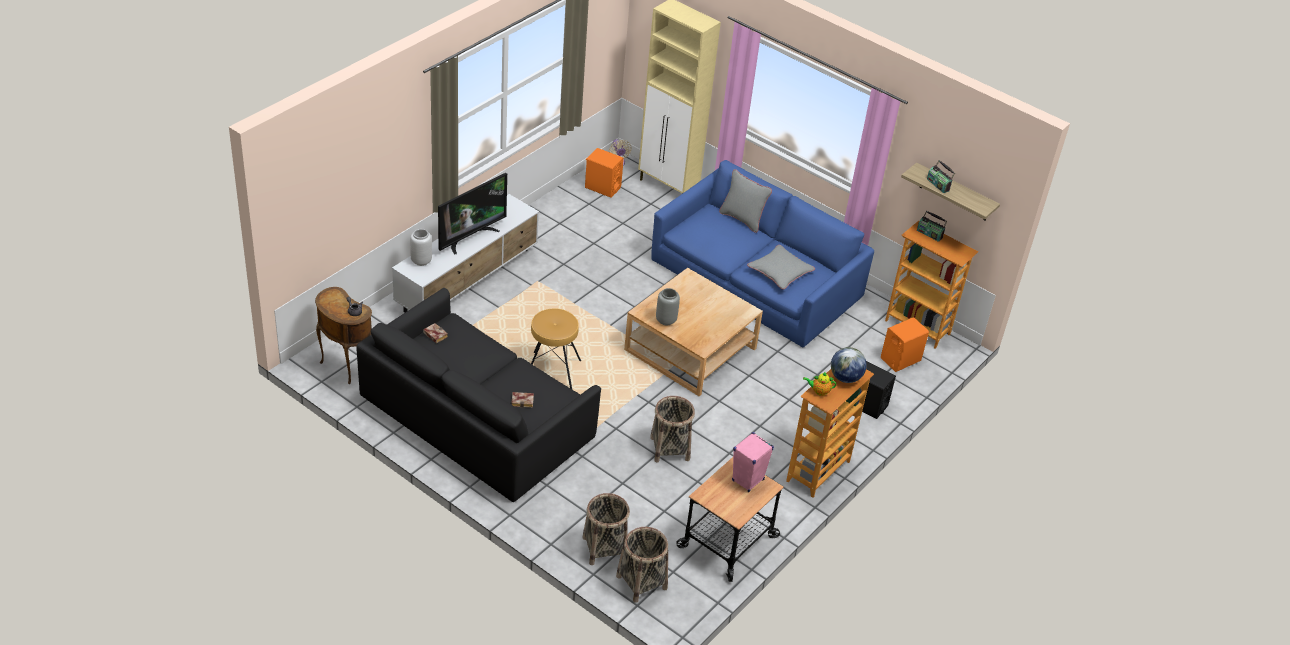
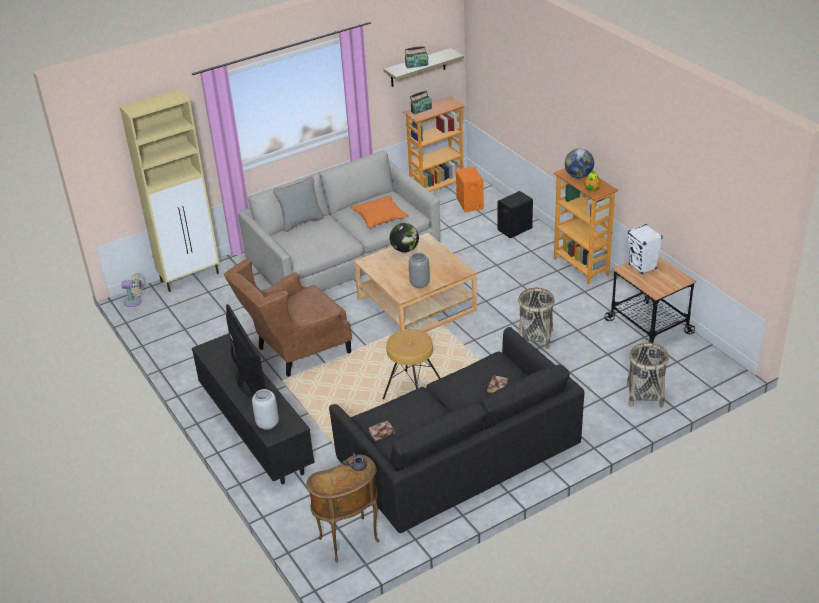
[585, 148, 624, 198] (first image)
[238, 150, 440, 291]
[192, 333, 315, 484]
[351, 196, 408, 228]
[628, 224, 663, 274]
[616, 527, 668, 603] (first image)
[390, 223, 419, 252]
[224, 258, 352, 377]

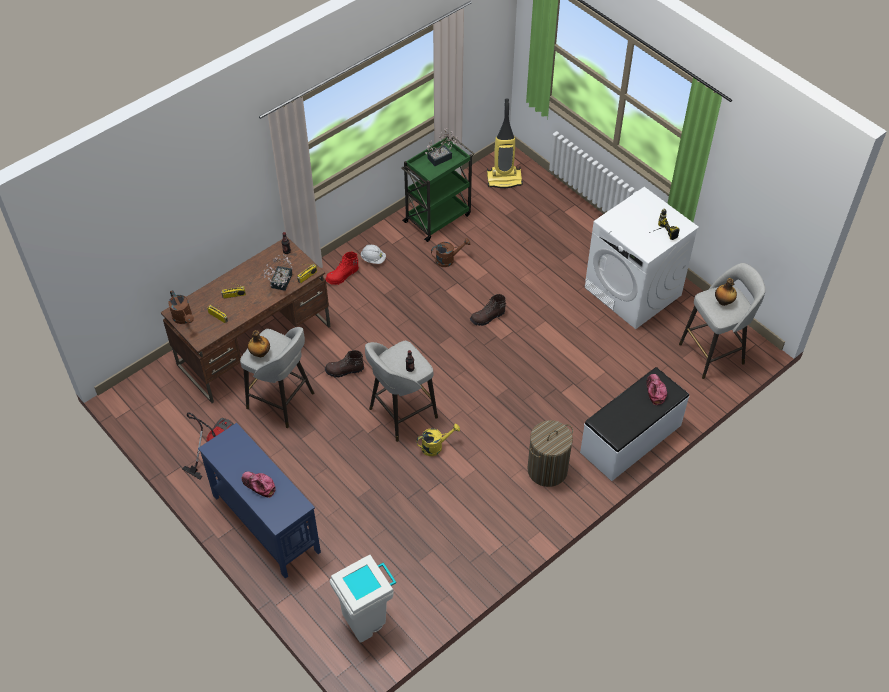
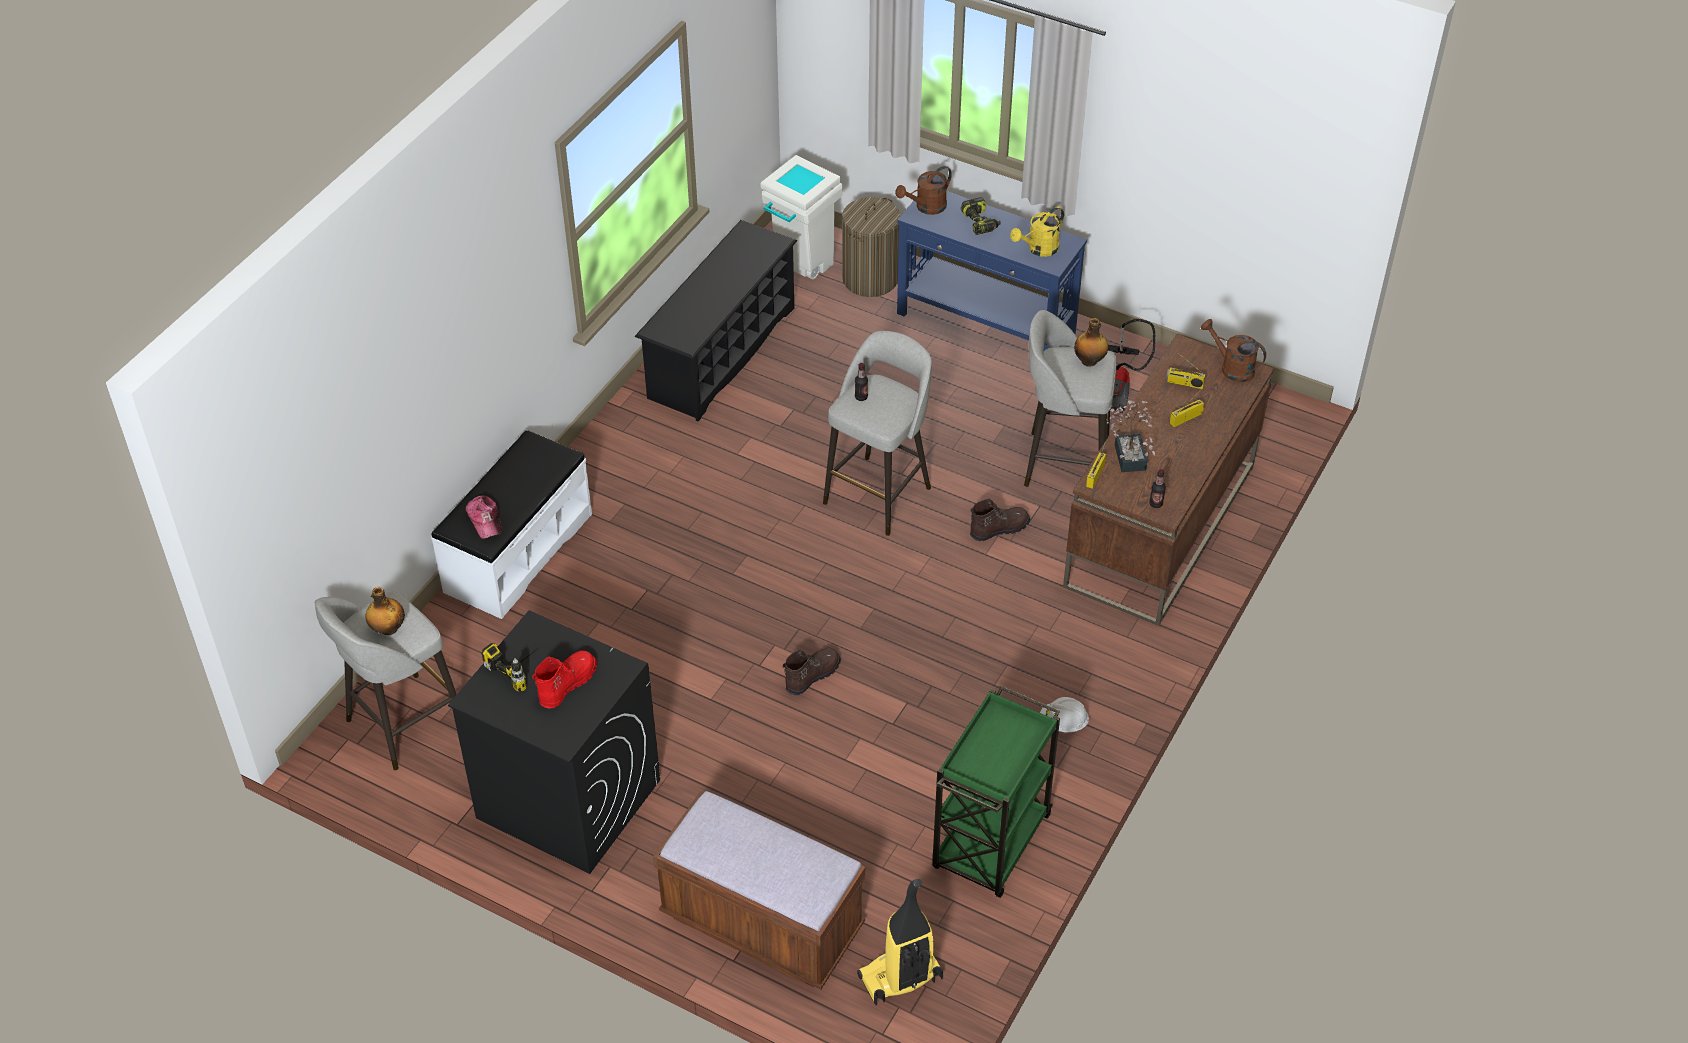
[425, 128, 458, 166] (first image)
[448, 610, 660, 874]
[895, 166, 952, 215]
[532, 650, 597, 709]
[842, 197, 900, 297]
[1010, 207, 1064, 257]
[961, 197, 1001, 235]
[635, 220, 797, 421]
[653, 791, 865, 989]

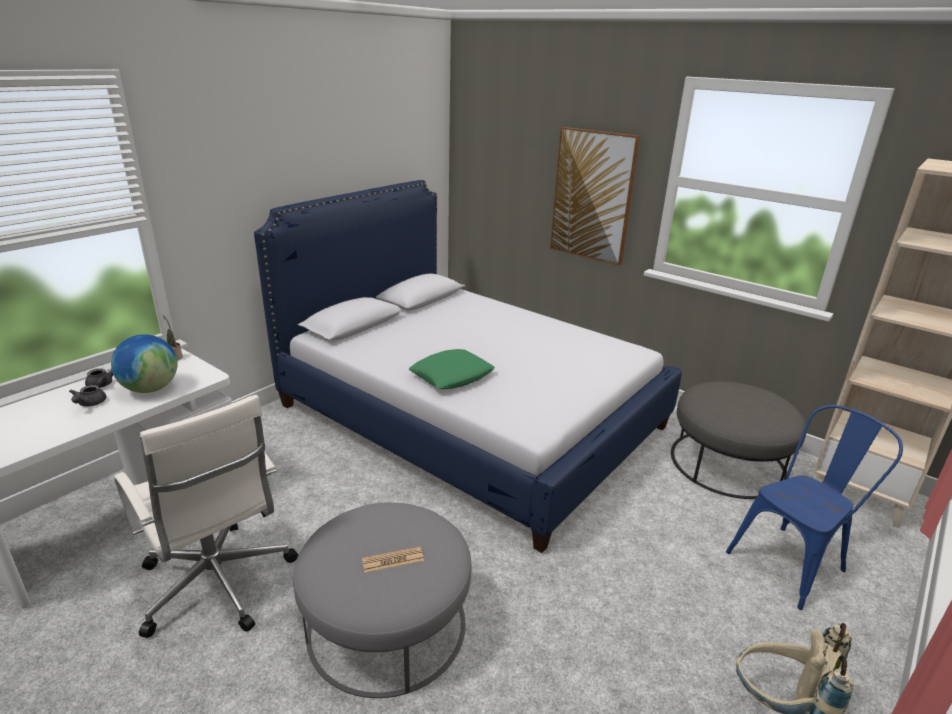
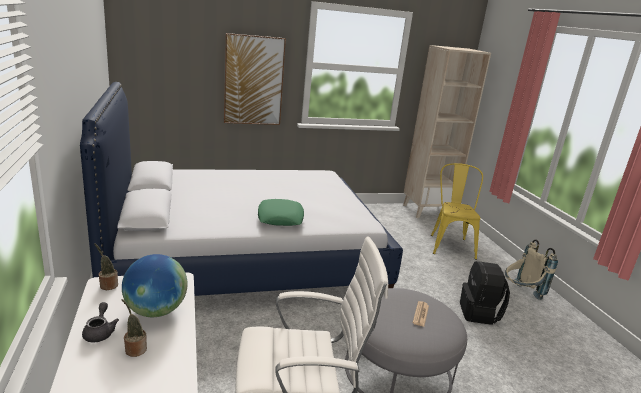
[671, 381, 807, 499] (first image)
[122, 299, 147, 357]
[431, 163, 483, 260]
[460, 261, 510, 325]

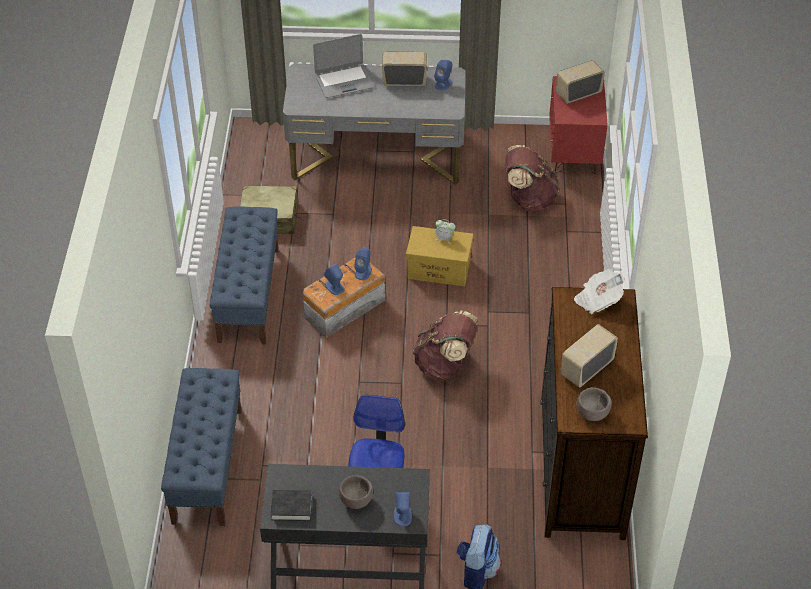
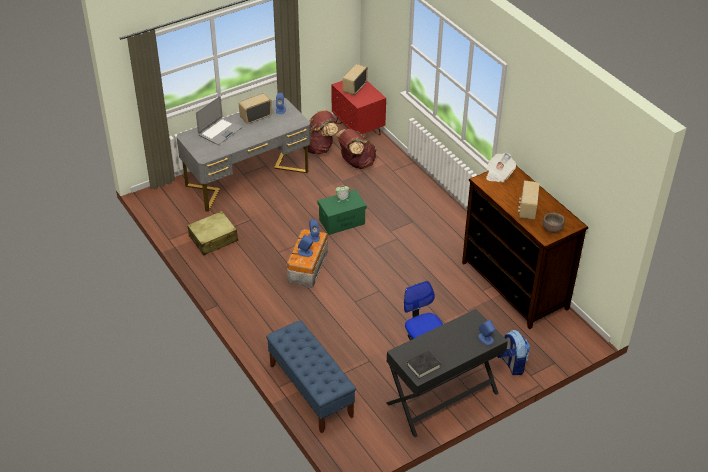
[210, 207, 279, 344] (first image)
[317, 189, 367, 235]
[303, 110, 338, 155]
[339, 475, 373, 509] (first image)

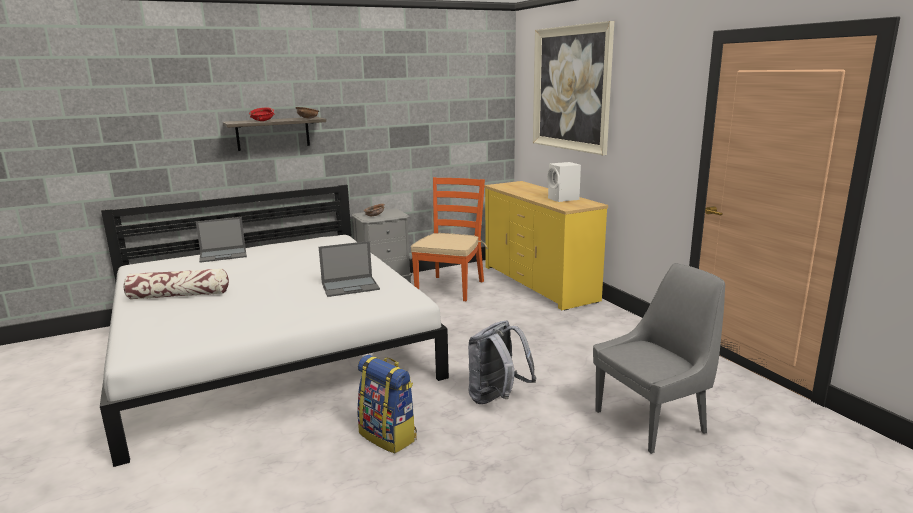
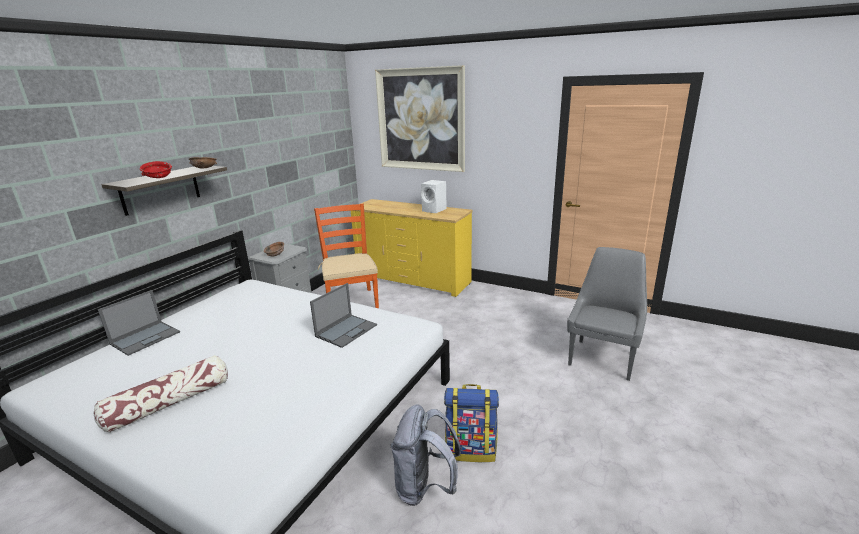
[391, 404, 461, 506]

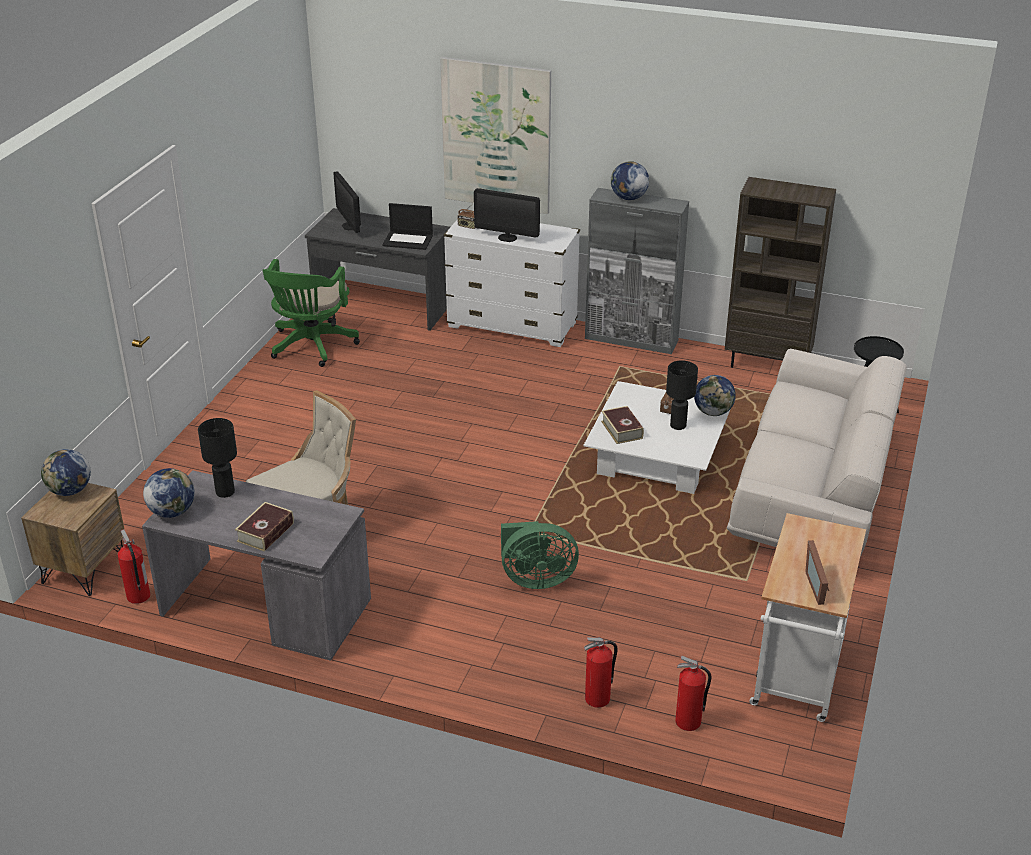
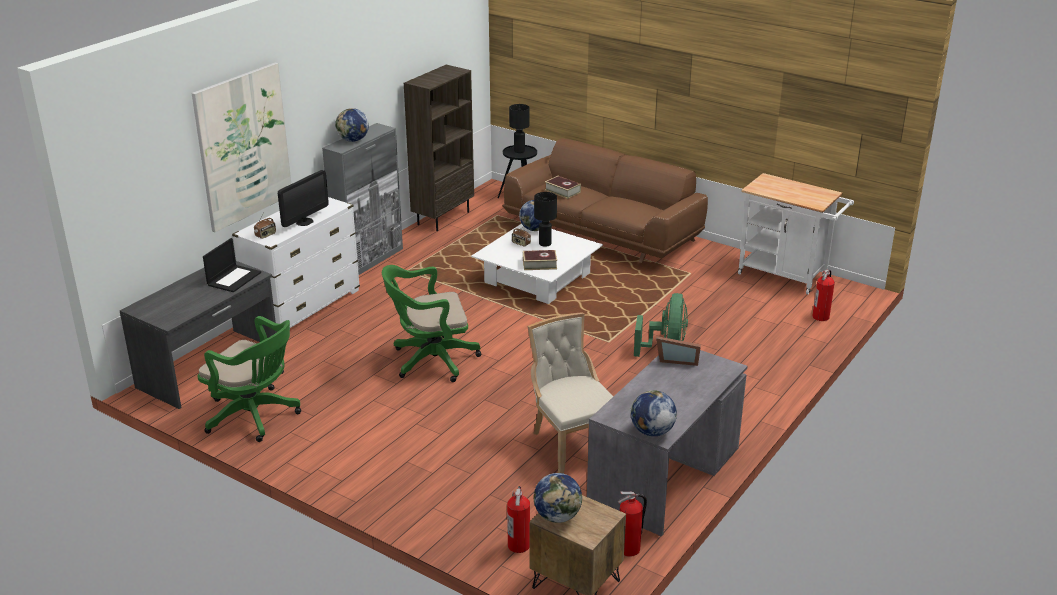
[333, 171, 361, 233] (first image)
[503, 138, 708, 263]
[509, 104, 530, 153]
[545, 176, 581, 199]
[656, 336, 701, 366]
[507, 486, 530, 553]
[382, 265, 481, 382]

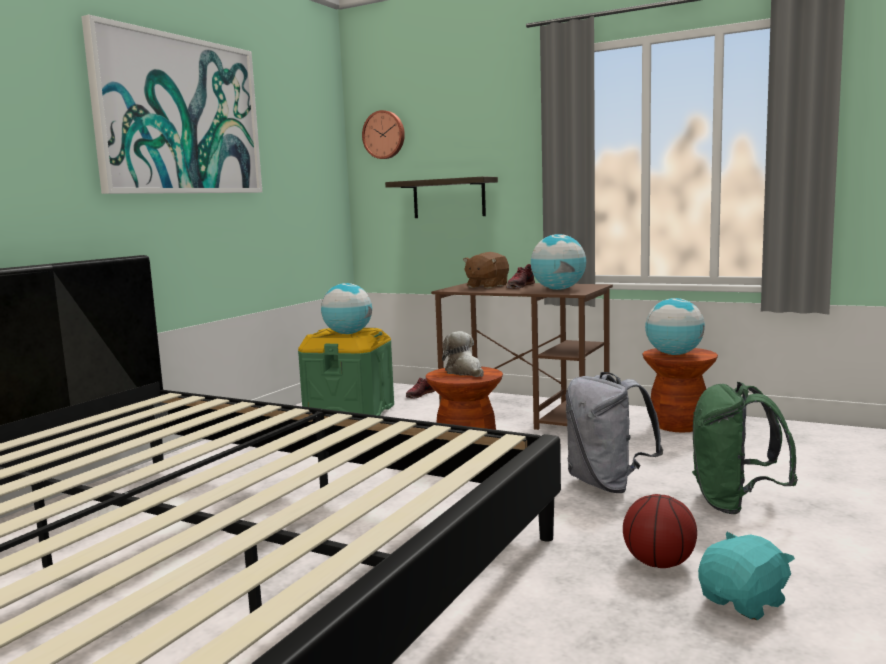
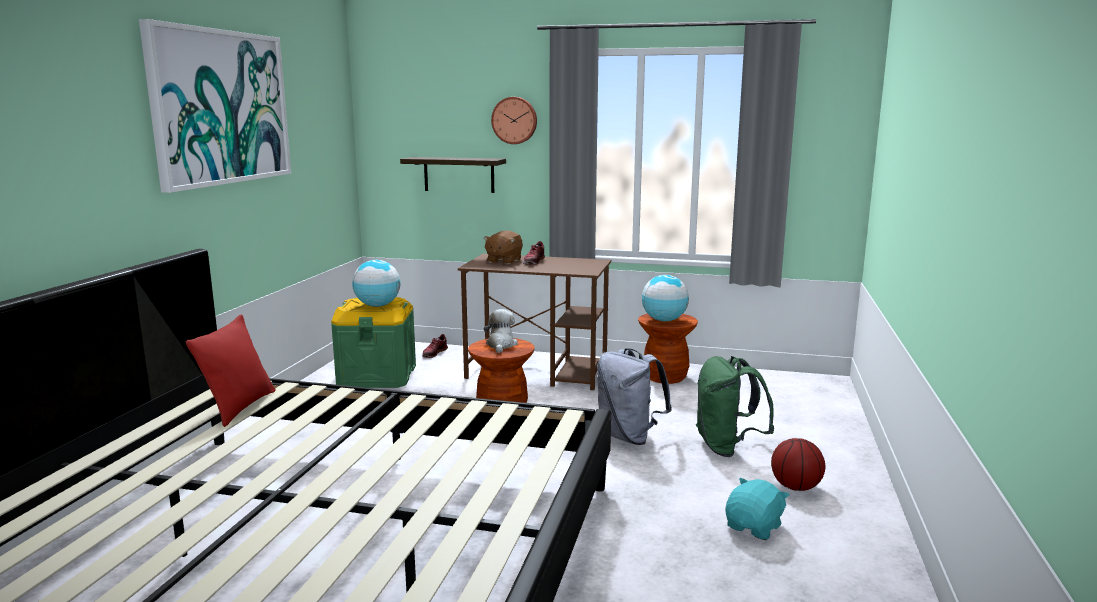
[491, 97, 537, 144]
[531, 234, 586, 290] (first image)
[484, 309, 518, 353]
[771, 438, 825, 491]
[186, 314, 276, 427]

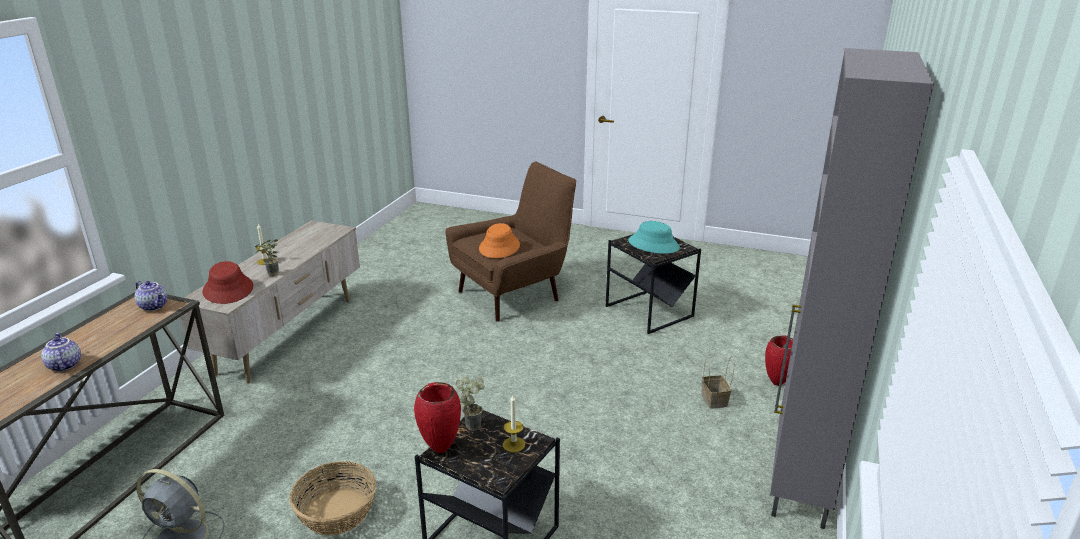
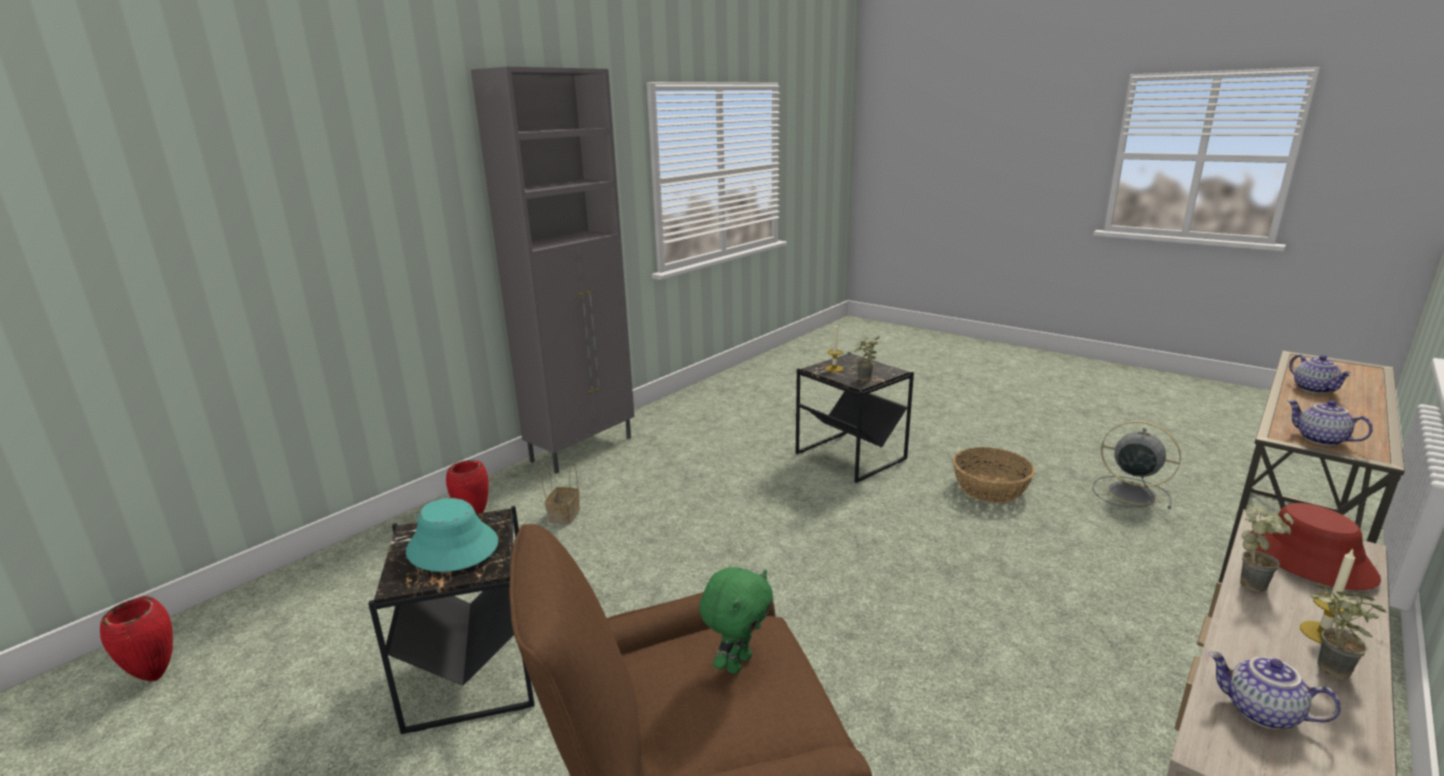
[699, 567, 773, 674]
[100, 596, 173, 681]
[1311, 585, 1386, 680]
[1208, 652, 1341, 729]

